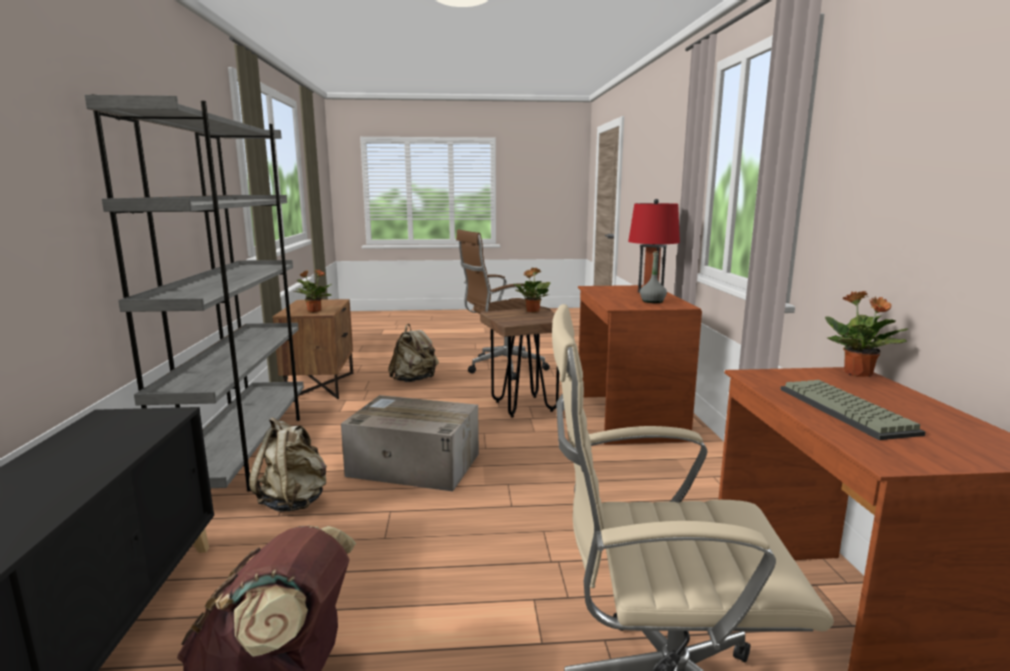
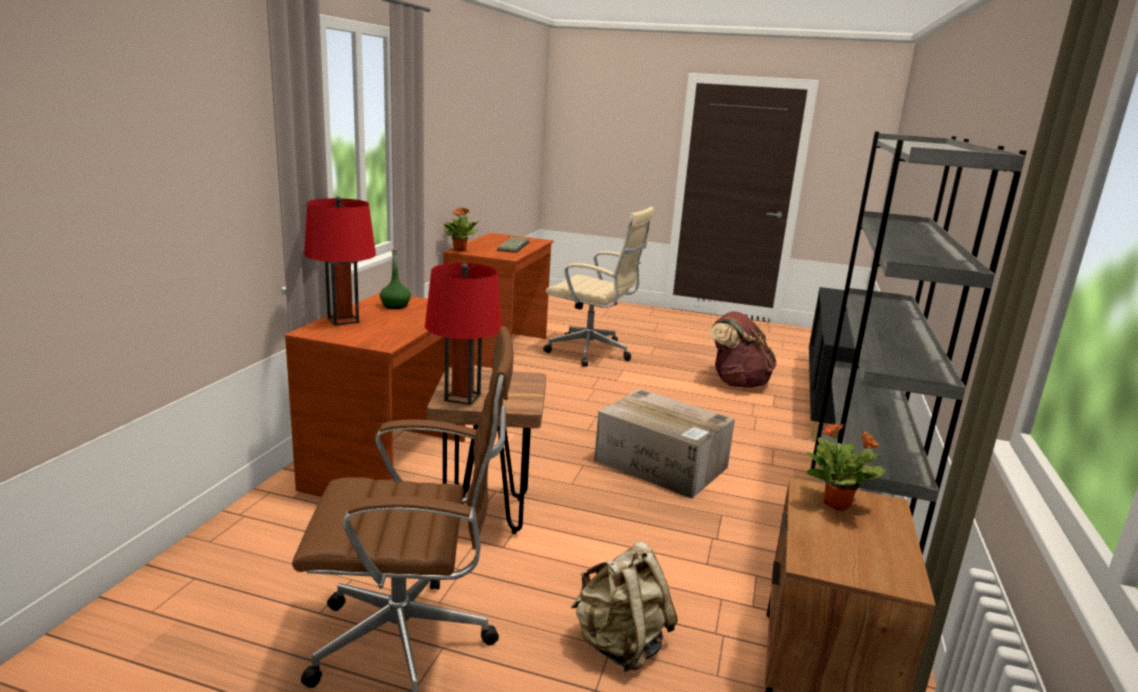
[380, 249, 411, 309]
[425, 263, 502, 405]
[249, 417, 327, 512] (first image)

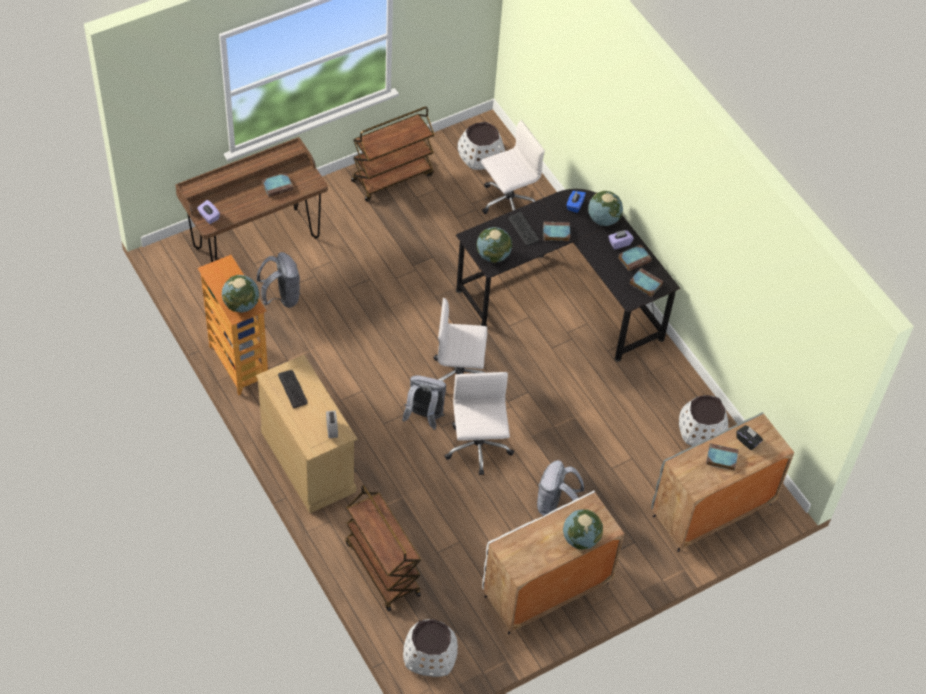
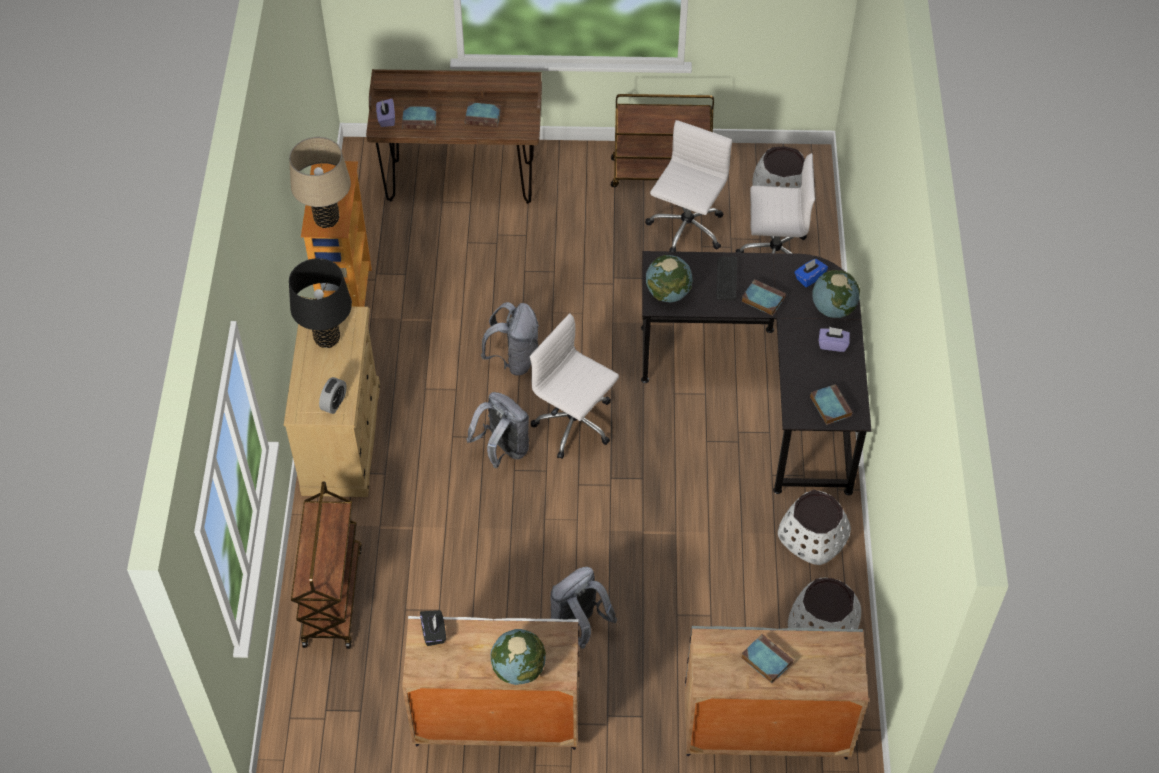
[402, 106, 437, 129]
[481, 302, 539, 376]
[289, 137, 351, 228]
[289, 258, 352, 348]
[645, 120, 732, 252]
[420, 610, 446, 646]
[778, 490, 851, 565]

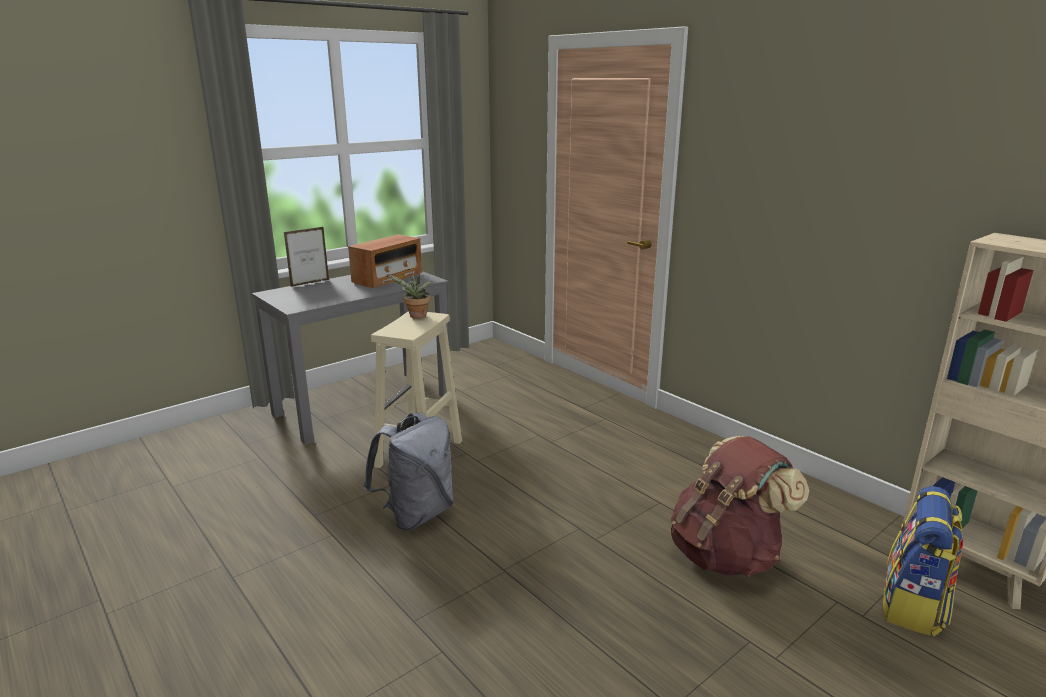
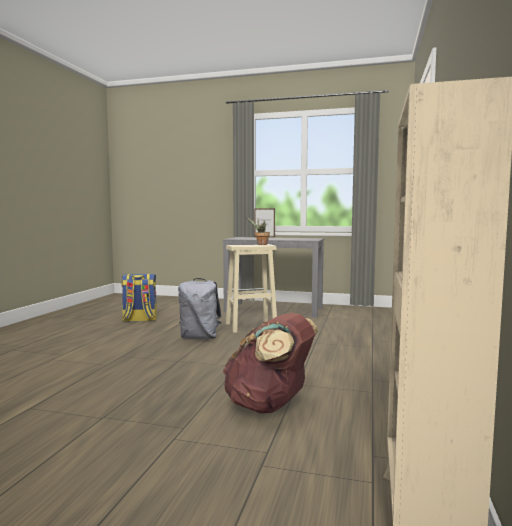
[348, 234, 422, 288] (first image)
[121, 274, 157, 322]

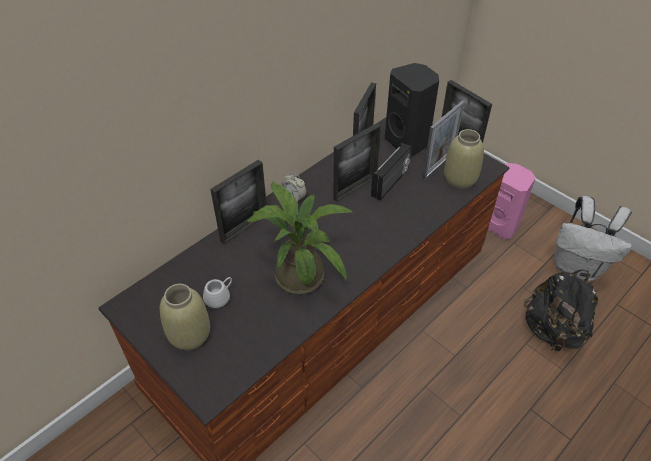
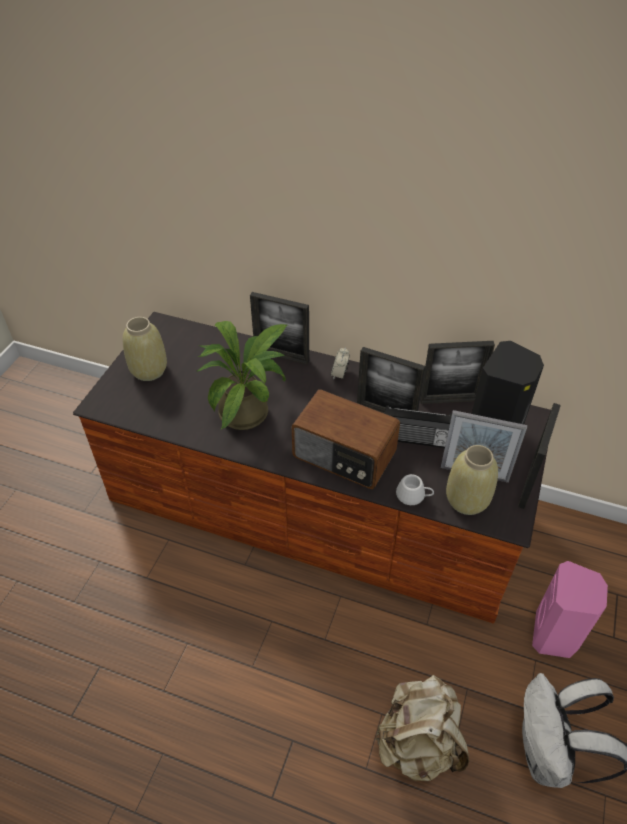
[375, 675, 469, 781]
[396, 474, 434, 505]
[292, 389, 400, 489]

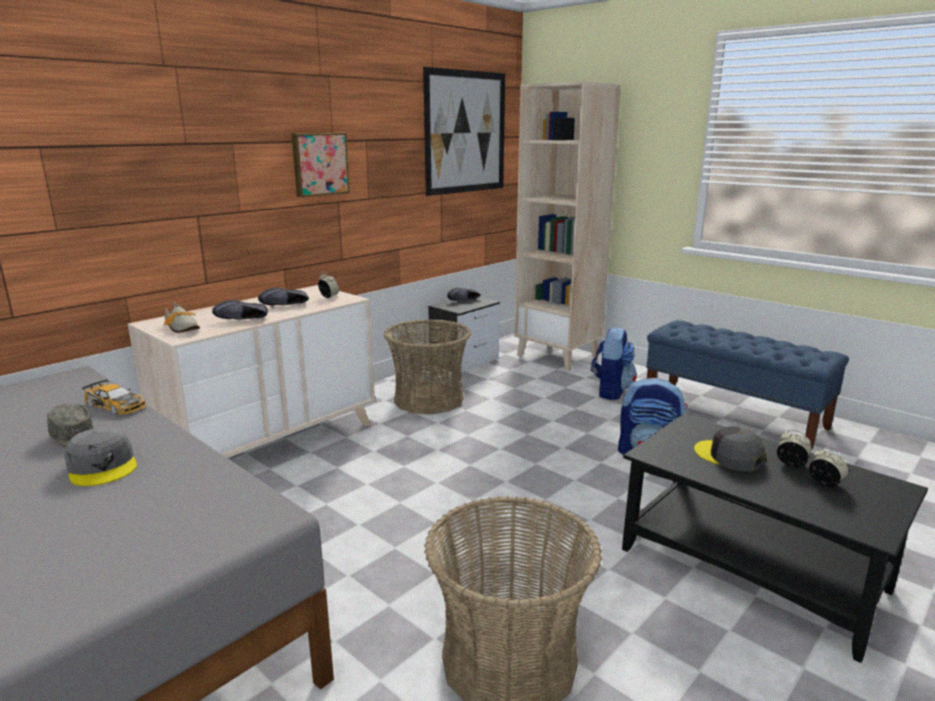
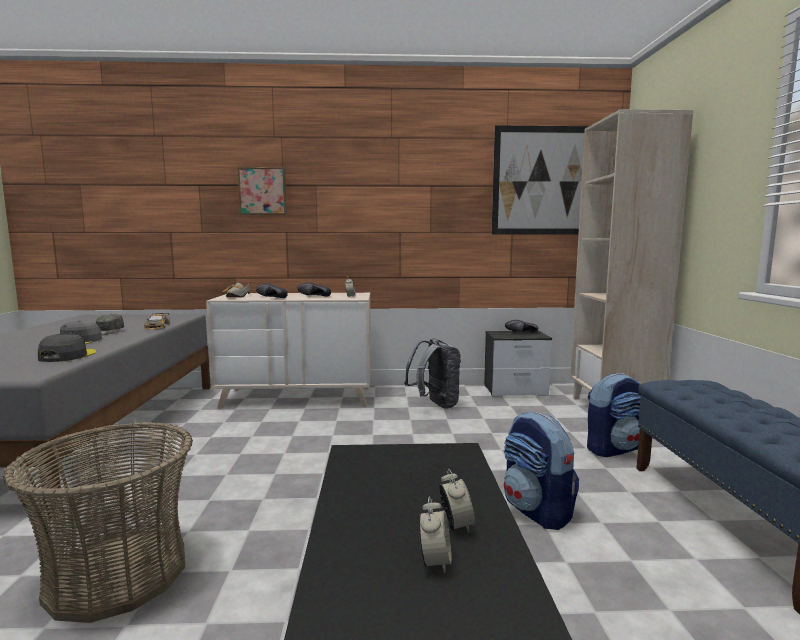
[237, 167, 287, 215]
[404, 338, 461, 409]
[38, 333, 96, 362]

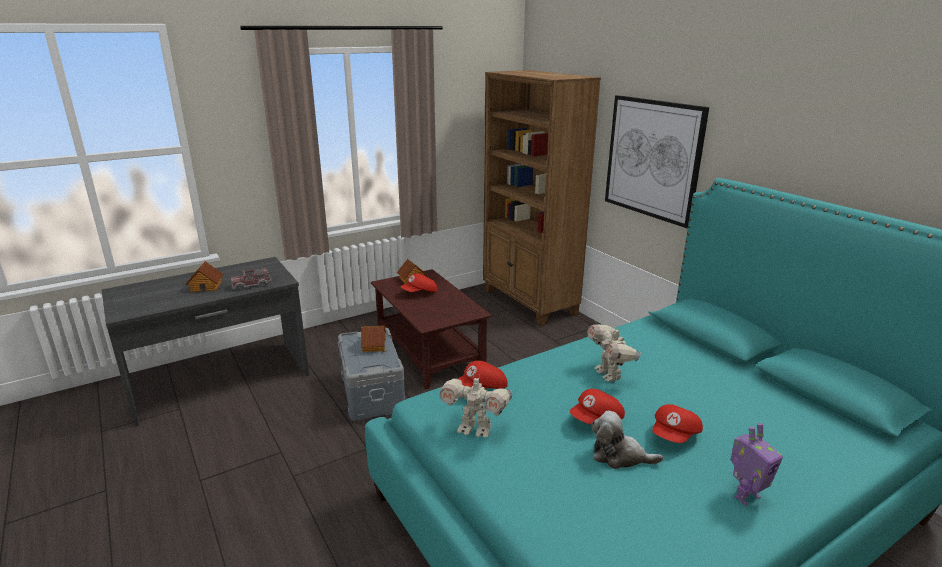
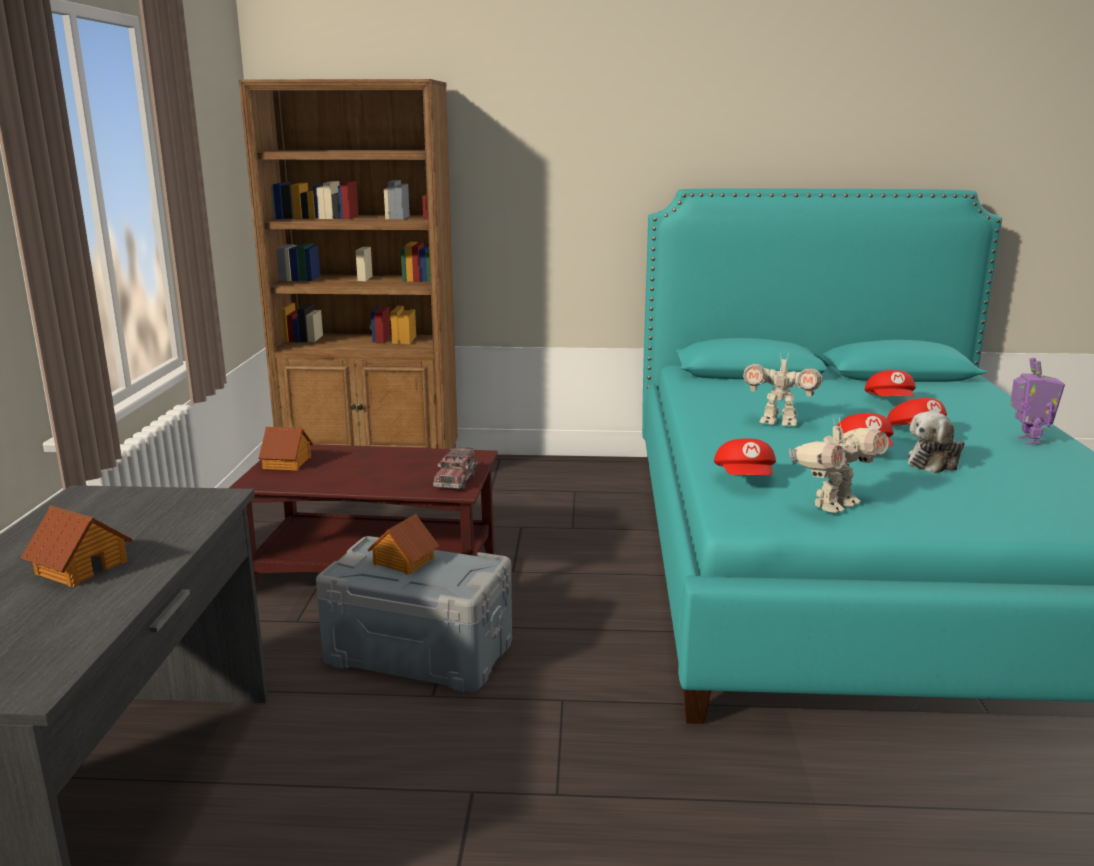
[605, 95, 709, 228] (first image)
[433, 447, 478, 489]
[864, 370, 916, 397]

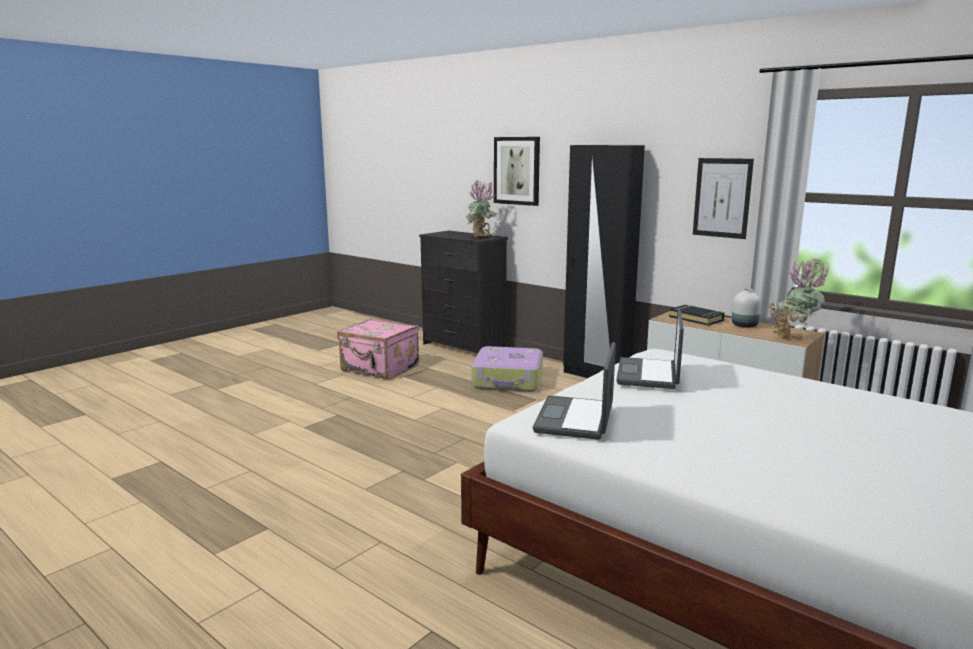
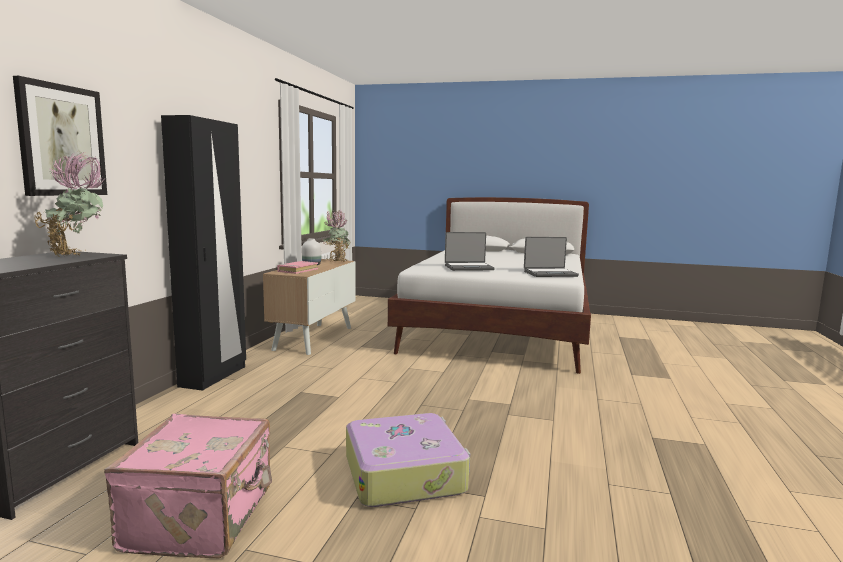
[693, 158, 754, 239] (first image)
[277, 261, 318, 274]
[346, 413, 470, 507]

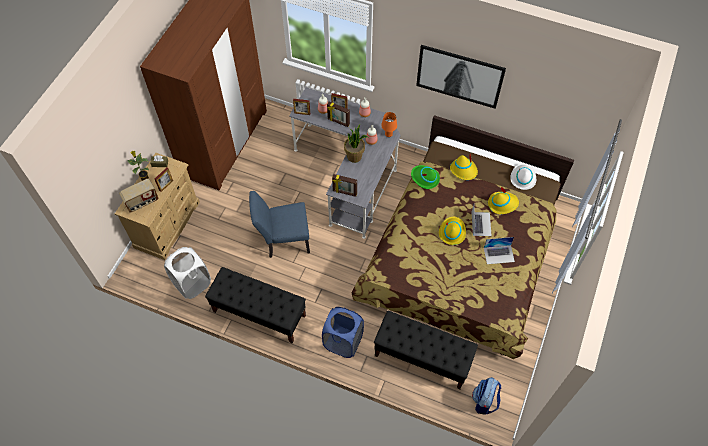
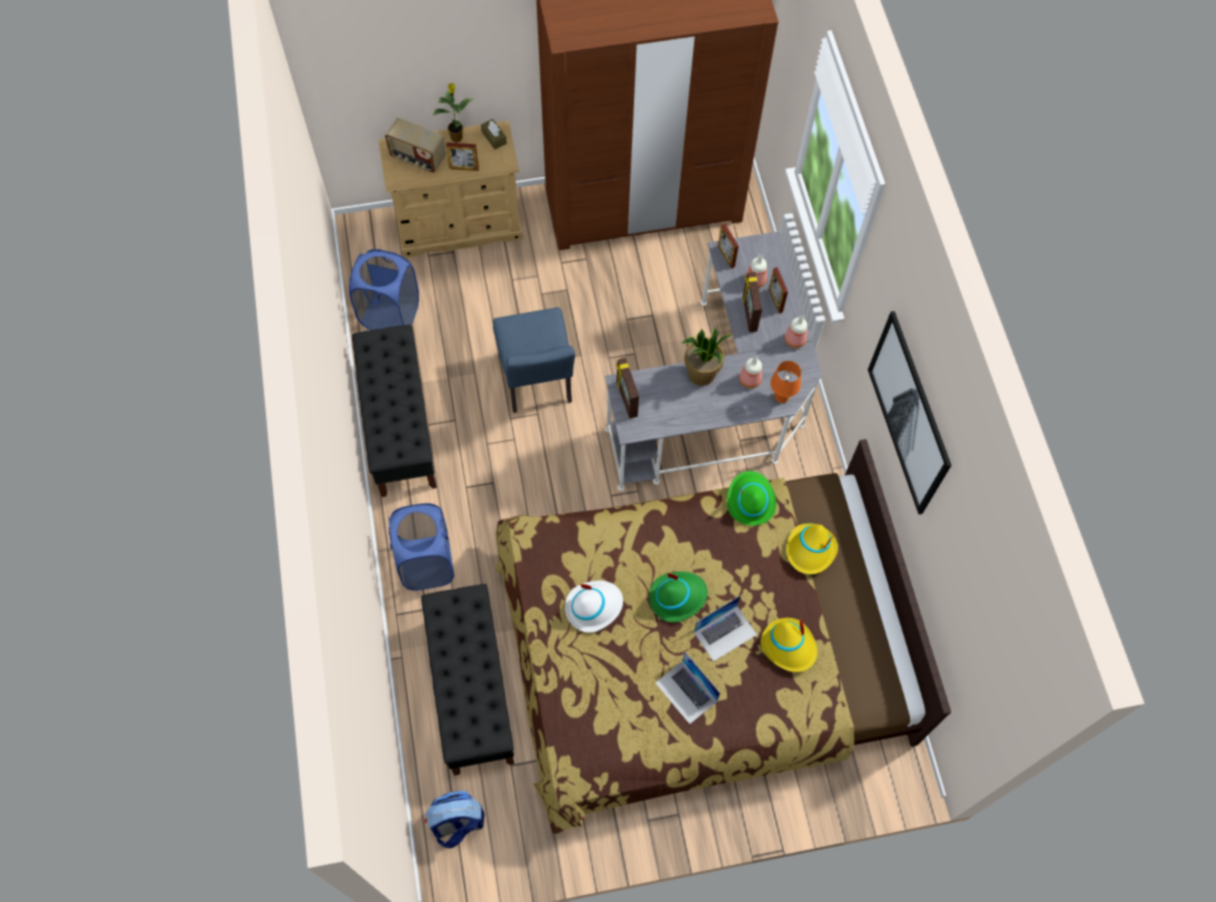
[565, 581, 623, 633]
[493, 307, 575, 413]
[649, 572, 708, 622]
[349, 249, 419, 330]

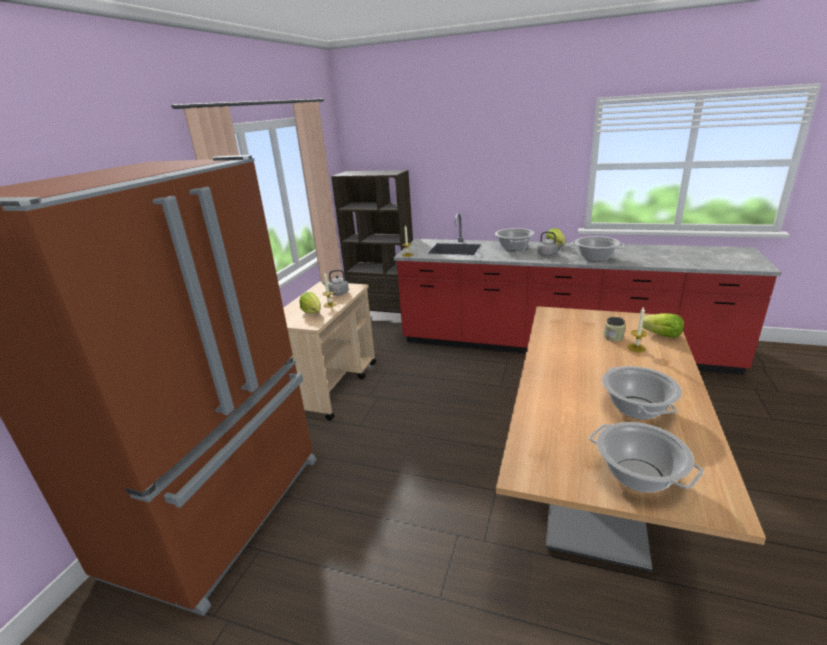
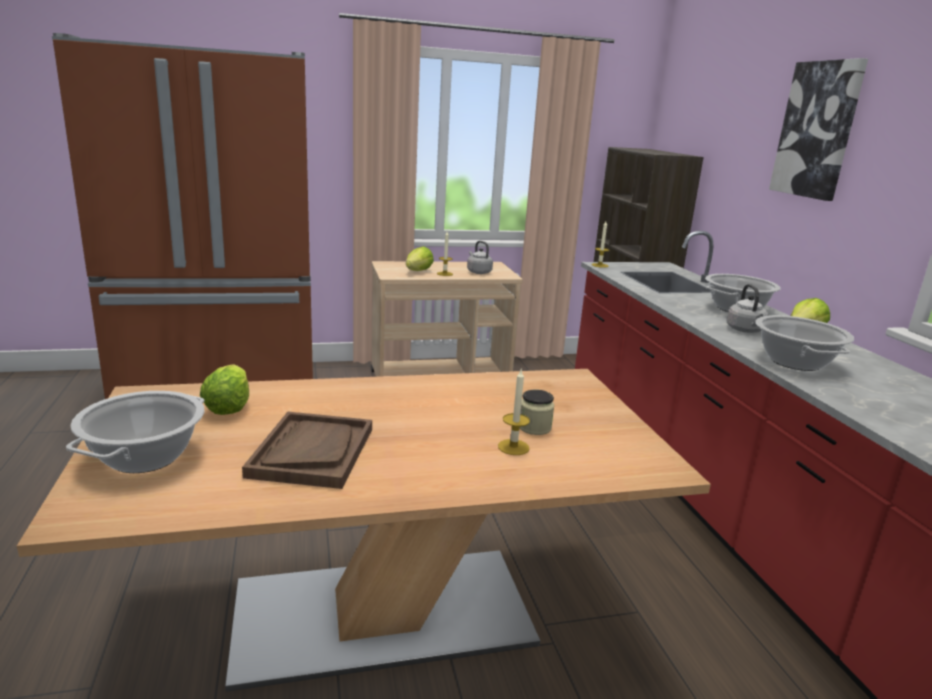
[200, 364, 249, 415]
[242, 412, 372, 489]
[769, 58, 868, 201]

